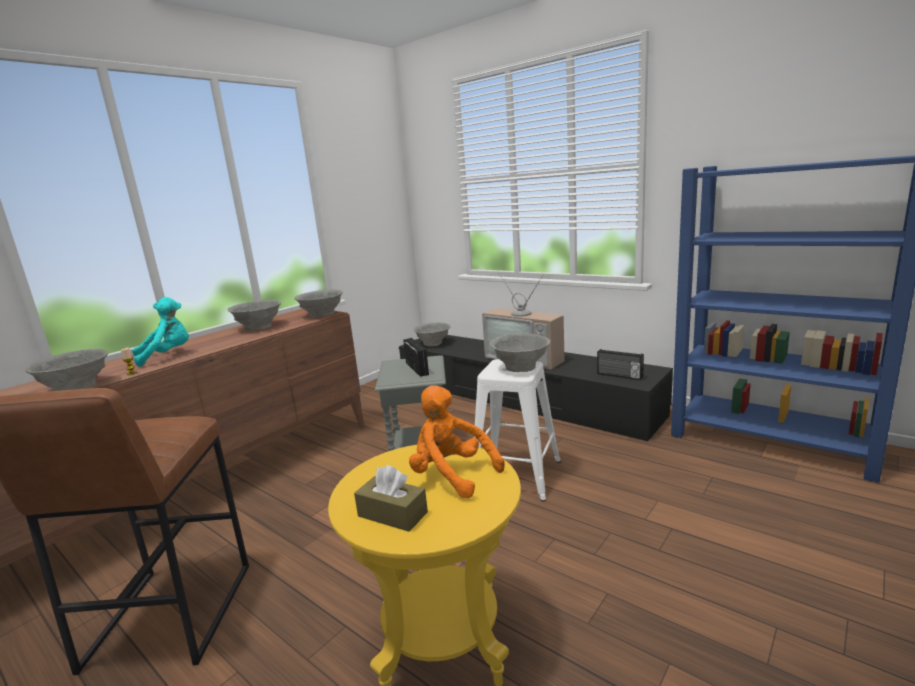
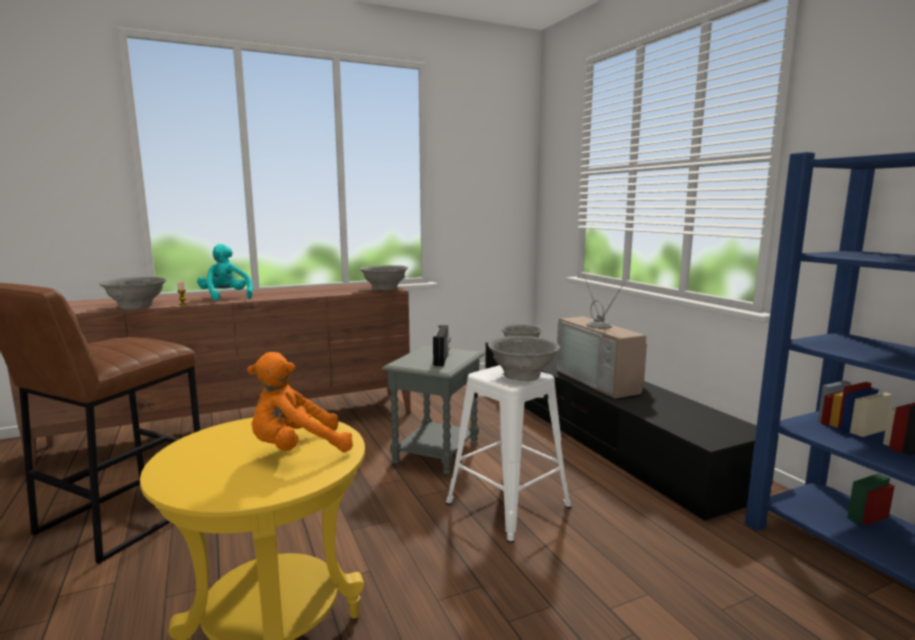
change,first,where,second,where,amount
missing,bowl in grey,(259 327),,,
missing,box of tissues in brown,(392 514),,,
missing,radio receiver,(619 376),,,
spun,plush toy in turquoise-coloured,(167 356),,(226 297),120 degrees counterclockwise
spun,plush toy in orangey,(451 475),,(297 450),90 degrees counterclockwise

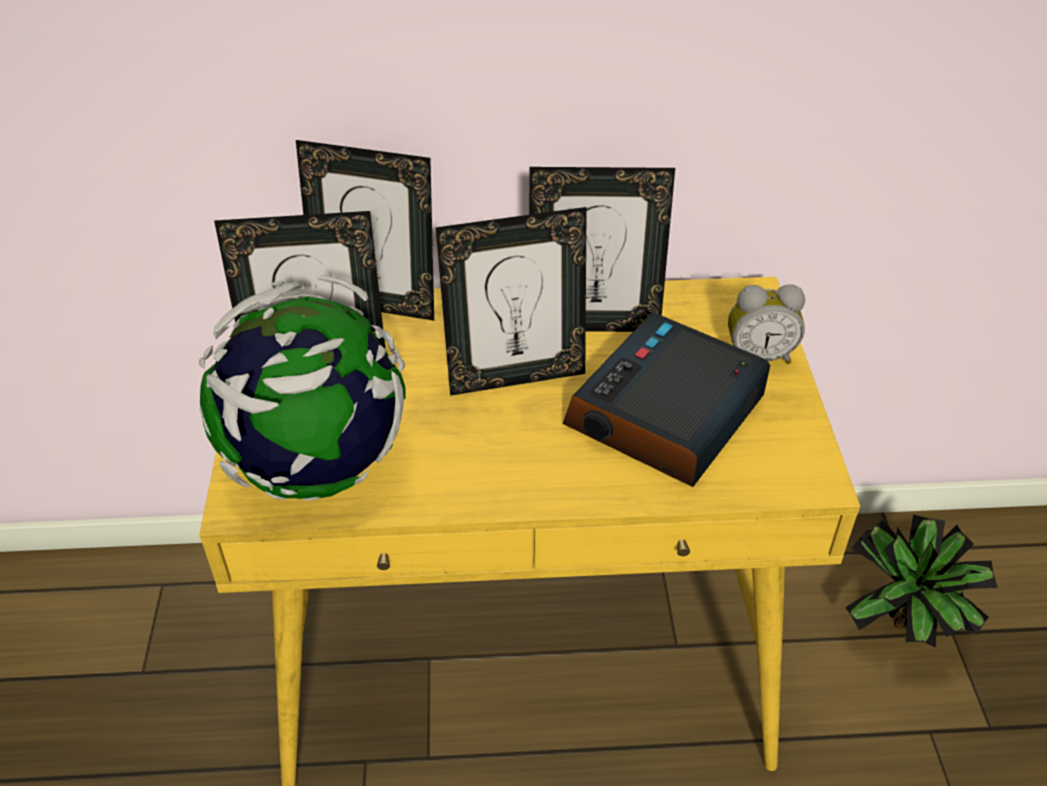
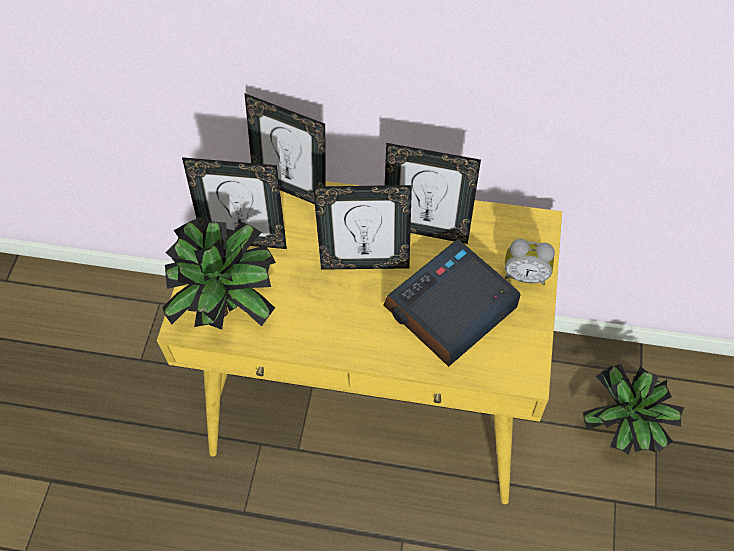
change,first,where,second,where,amount
exchanged,globe,(317 469),plant in a pot,(230 308),

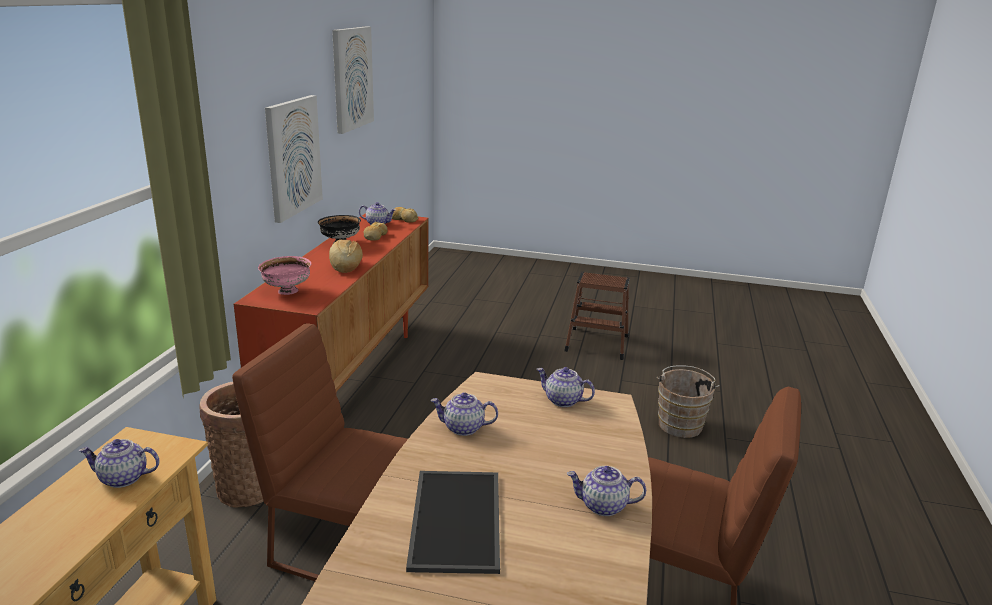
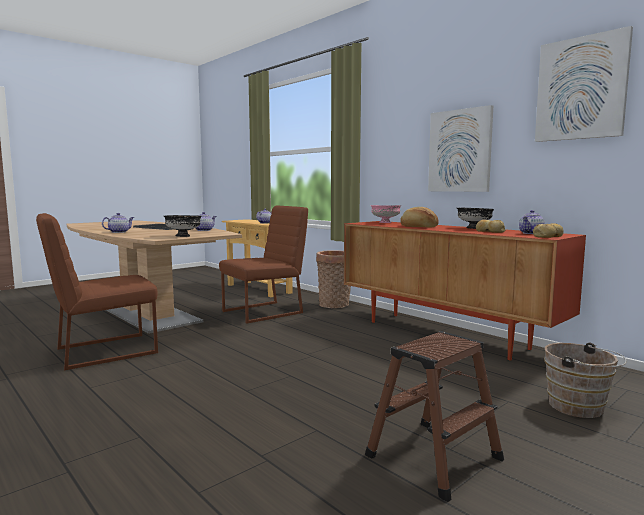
change,first,where,second,where,amount
relocated,bucket in brown,(680 423),,(580 408),
exchanged,pot for tea,(562 400),bowl in blackish,(183 236),

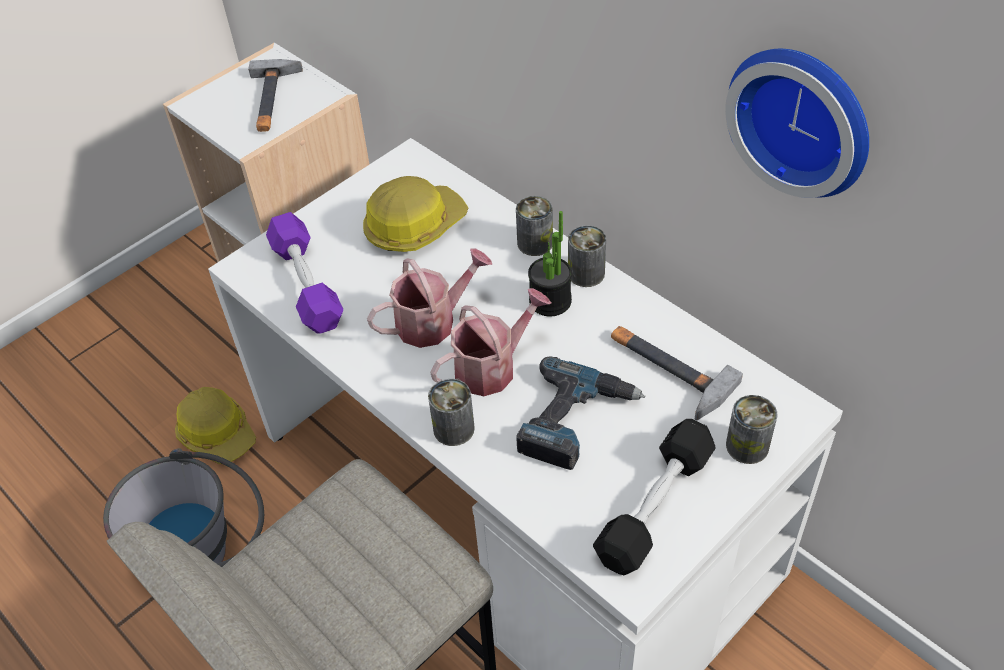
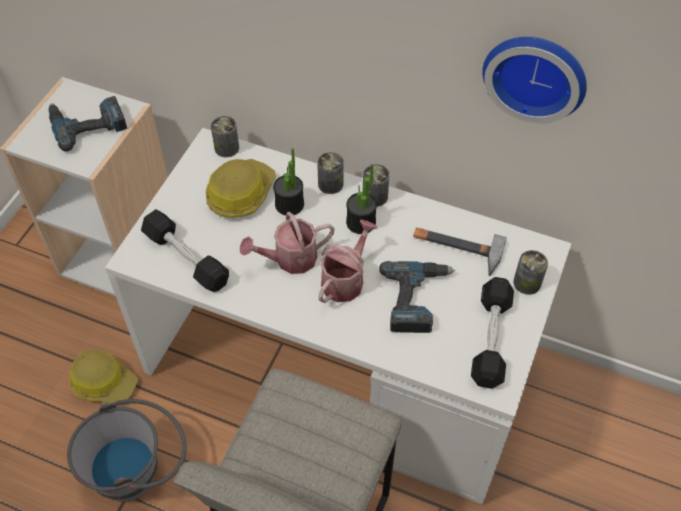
change,first,where,second,where,amount
appeared,,,plant in a pot,(289 204),
relocated,can,(453 429),,(226 148),
exchanged,hammer,(272 99),electric drill,(87 124),
colour,free weight in purplish,(307 284),free weight in blackish,(186 258),
spun,sprinkling can,(433 321),,(290 259),150 degrees counterclockwise

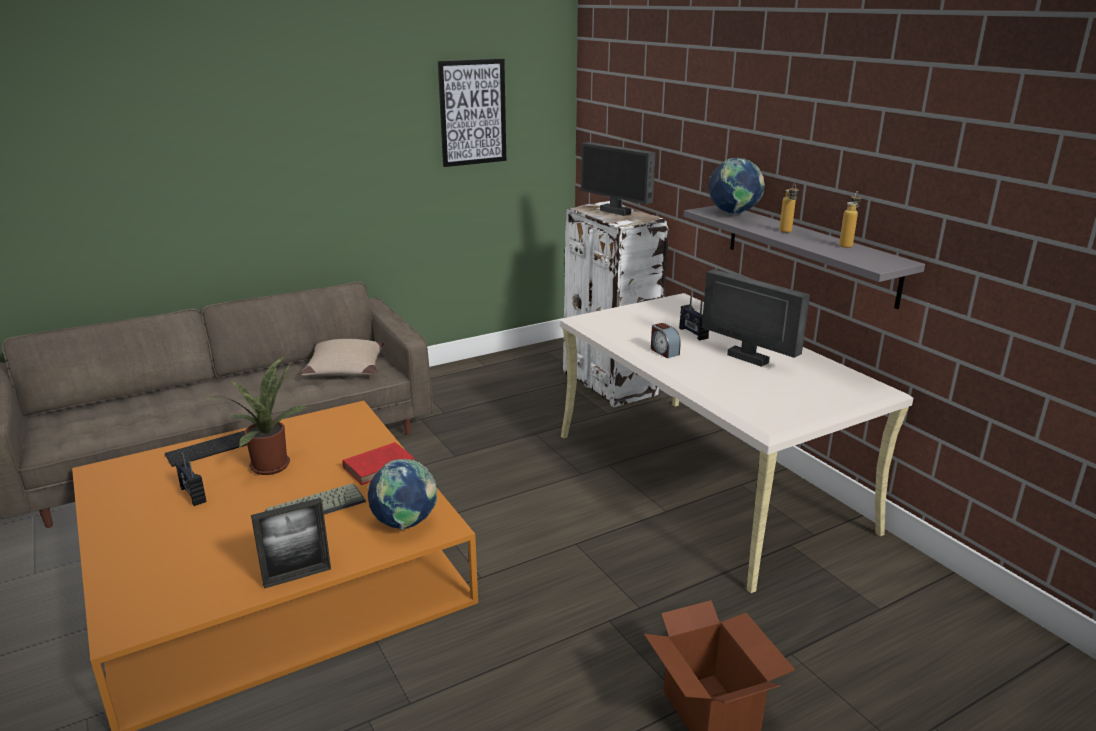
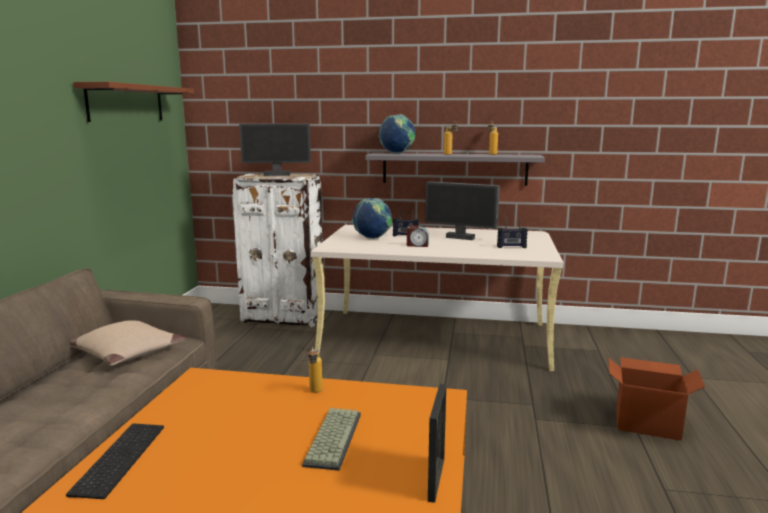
change,first,where,second,where,amount
missing,plant in a pot,(268 464),,,
relocated,radio receiver,(192 495),,(511 247),
relocated,globe,(405 524),,(372 238),
exchanged,bound book in red,(380 466),beverage bottle,(315 393),
exchanged,wall picture,(472 112),wall shelf in brown,(126 103),
spun,computer display,(746 359),,(460 237),150 degrees counterclockwise

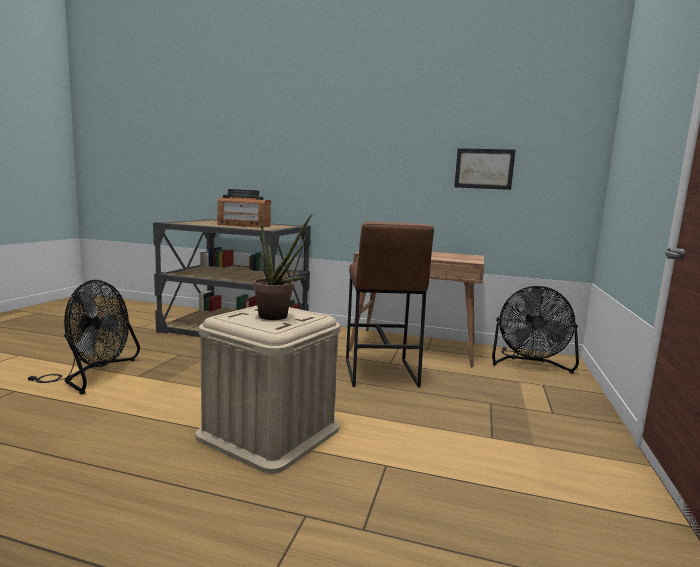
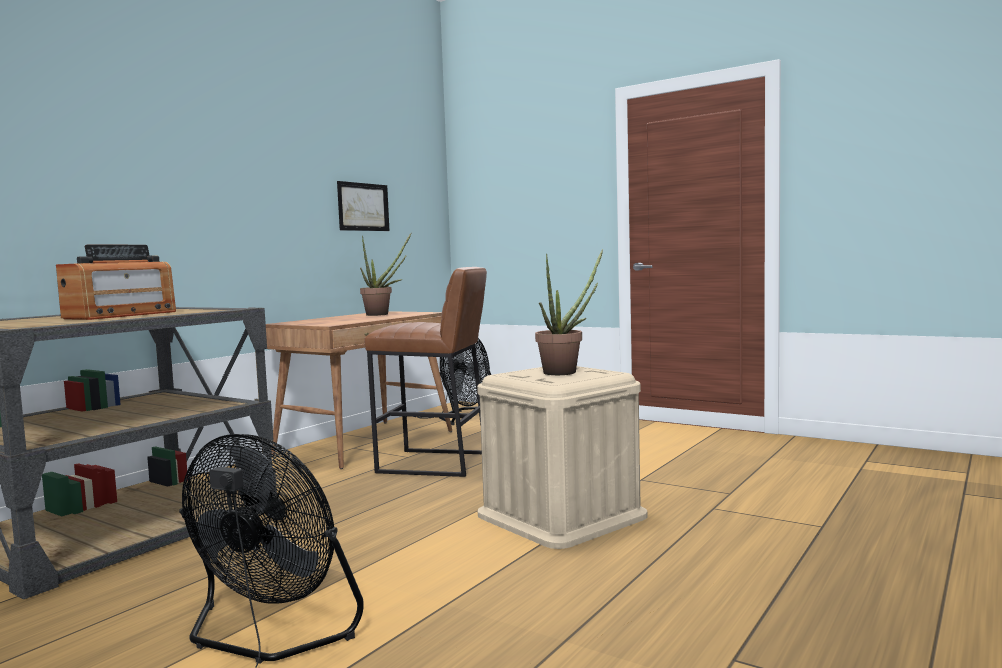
change,first,where,second,where,amount
appeared,,,plant in a pot,(382 314),

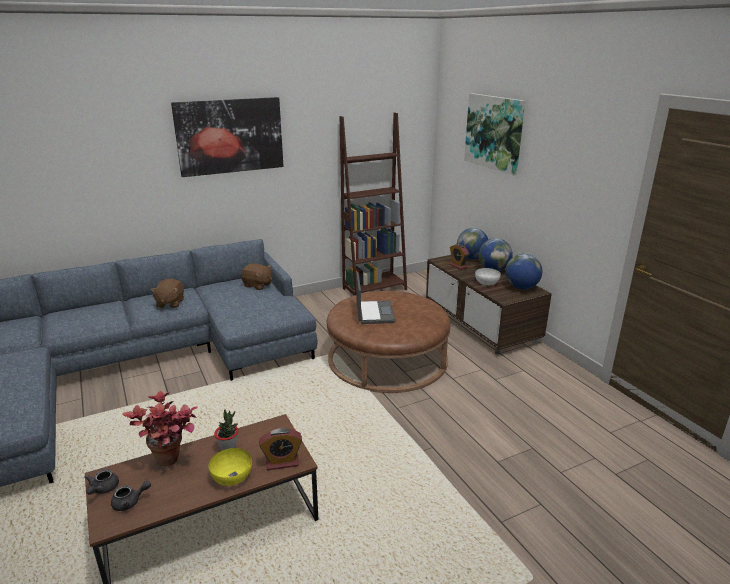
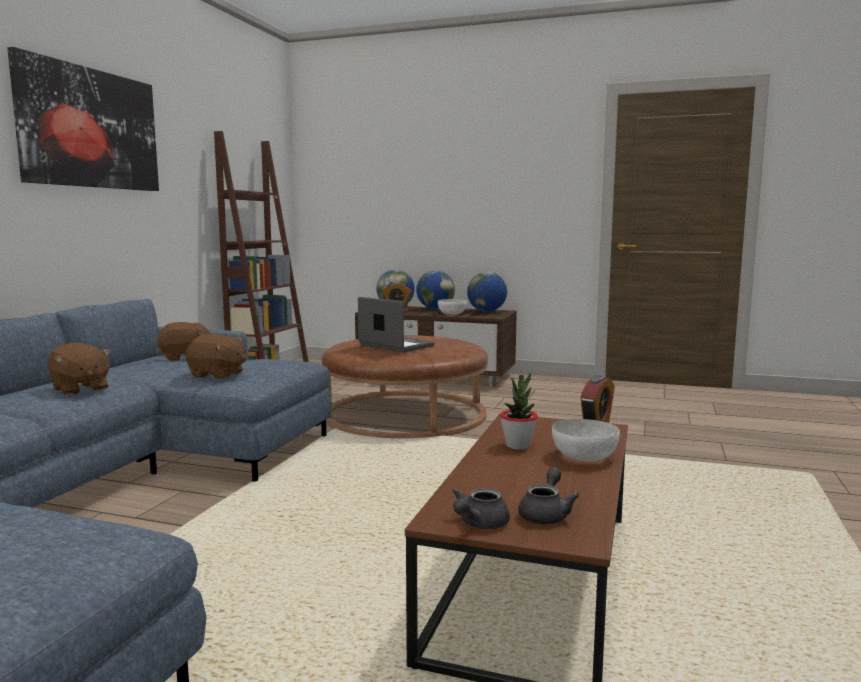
change,first,where,second,where,amount
missing,plant in a pot,(173 463),,,
missing,wall picture,(494 132),,,
appeared,,,plush toy in brown,(217 375),
colour,bowl in yellow,(231 476),bowl in white,(583 456),
spun,pot for tea in grey,(102 489),,(478 524),75 degrees clockwise

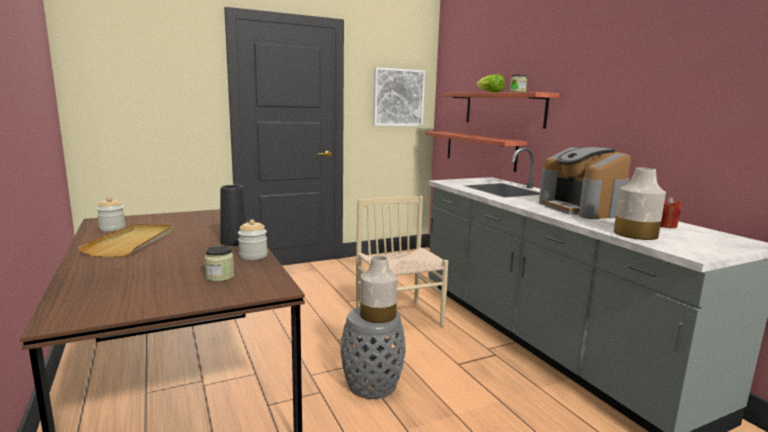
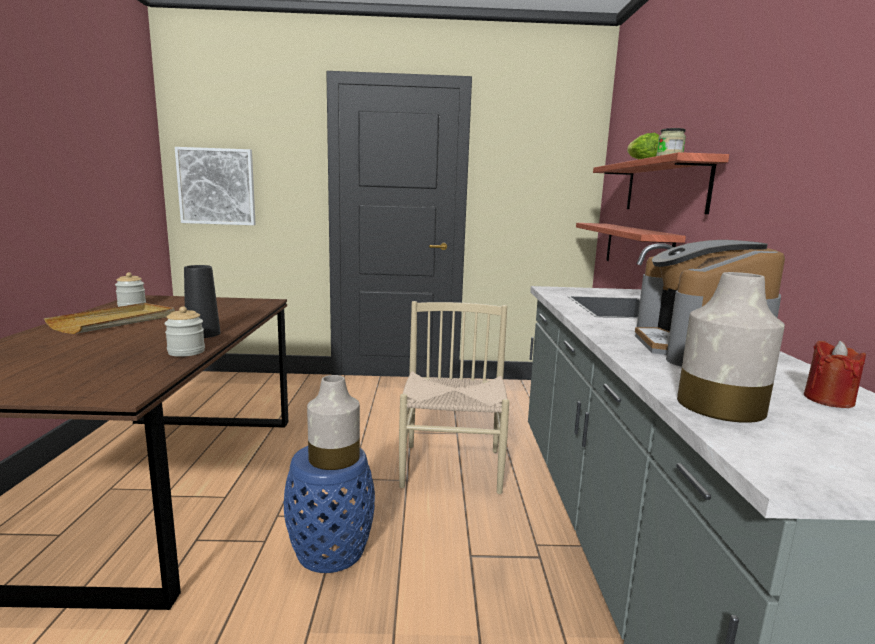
change,first,where,second,where,amount
missing,jar,(220 277),,,
relocated,wall picture,(398 97),,(217 186),
colour,sitting stool in grey,(372 385),sitting stool in blue,(331 551),

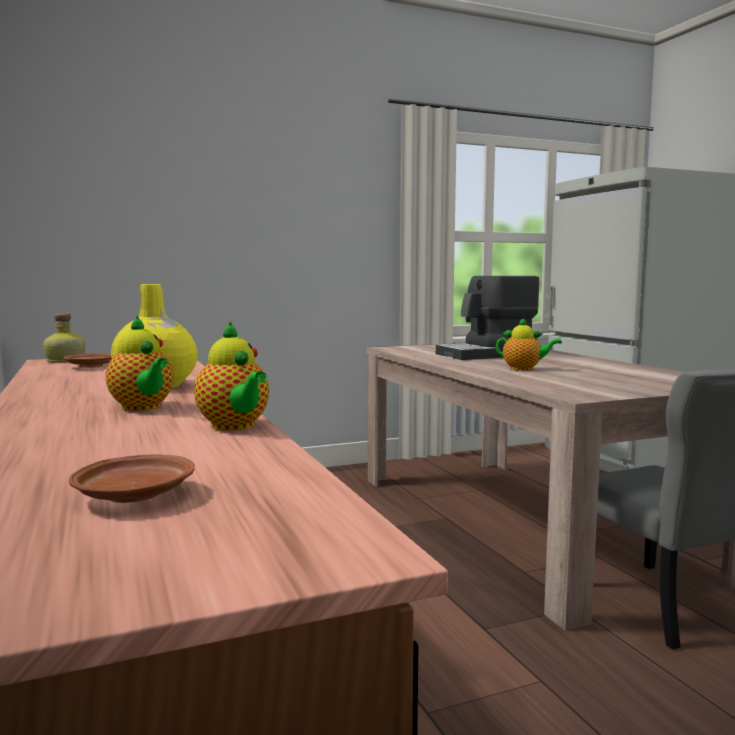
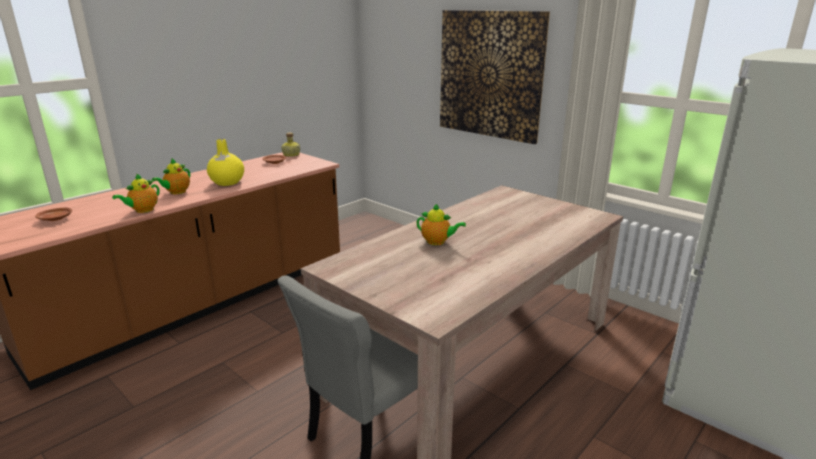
change,first,where,second,where,amount
missing,coffee brewer,(487 355),,,
appeared,,,wall picture,(490 75),
spun,pot for tea,(524 369),,(437 242),60 degrees counterclockwise

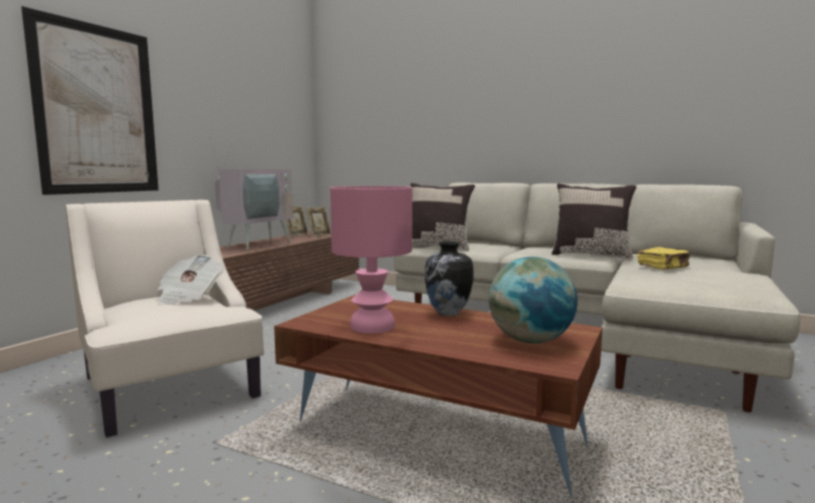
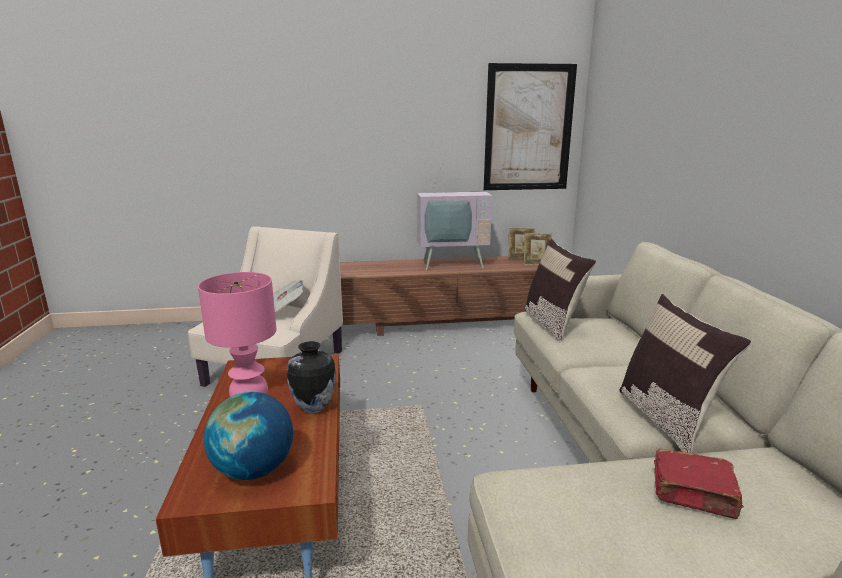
change,first,where,second,where,amount
relocated,wall picture,(97 110),,(528 128),
colour,bound book in yellow,(663 267),bound book in red,(694 495),

